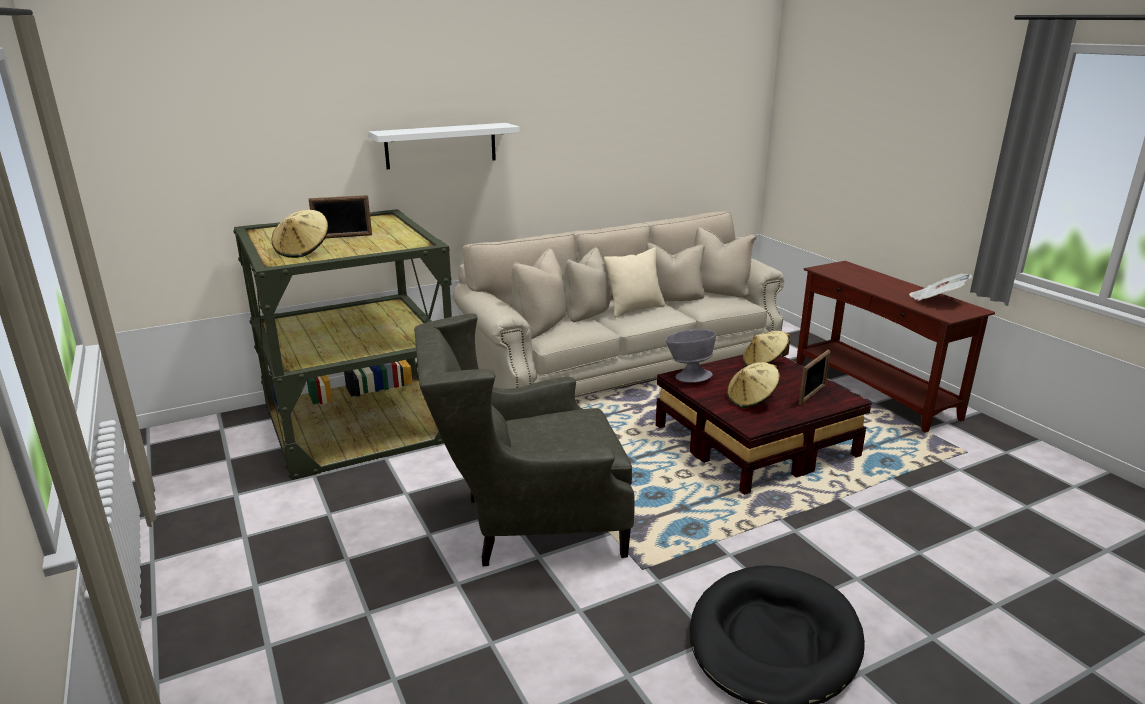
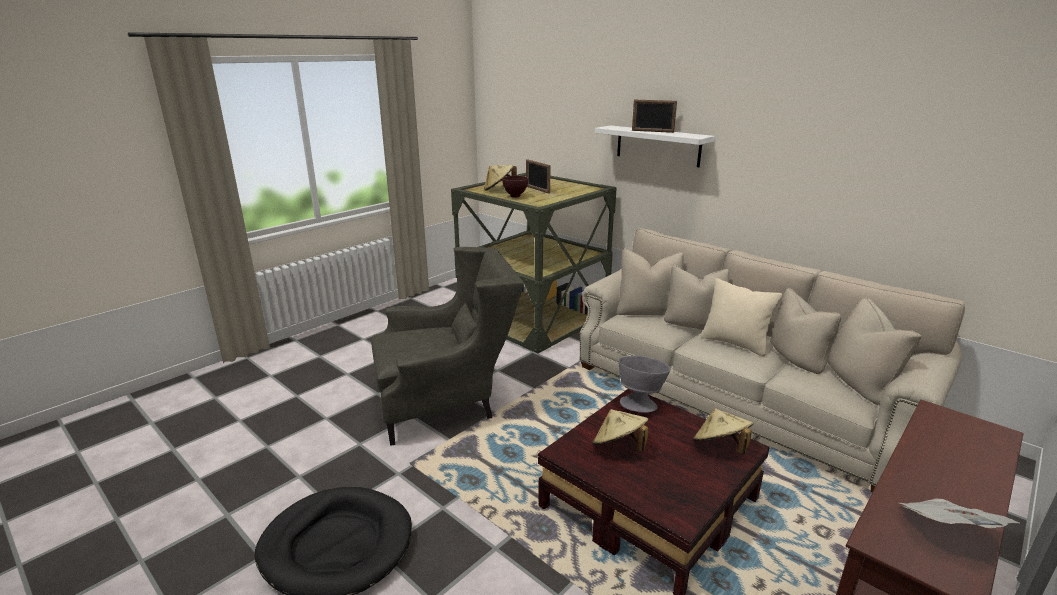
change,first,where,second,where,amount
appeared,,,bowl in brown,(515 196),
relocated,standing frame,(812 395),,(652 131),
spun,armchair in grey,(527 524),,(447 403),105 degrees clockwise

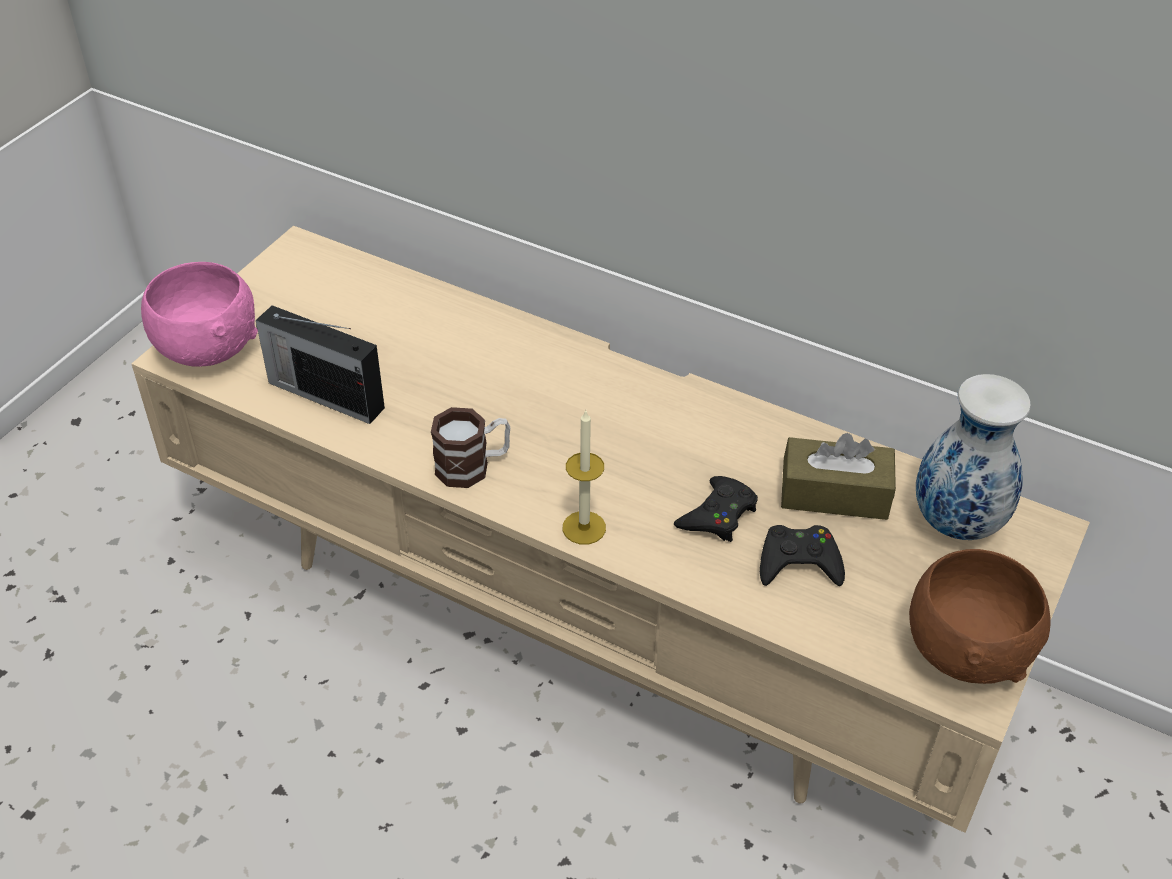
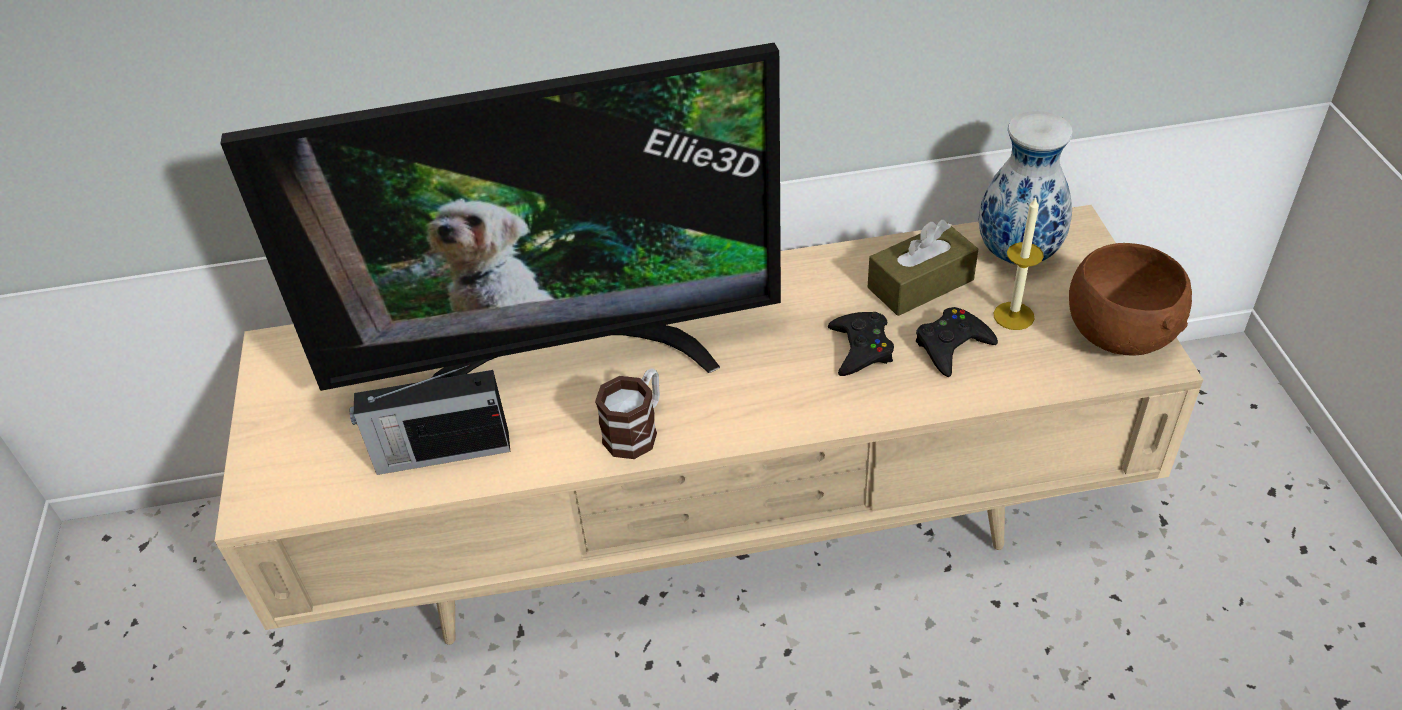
change,first,where,second,where,amount
missing,bowl in pinkish,(207 348),,,
appeared,,,TV set,(558 359),
relocated,candle,(584 527),,(1013 316),

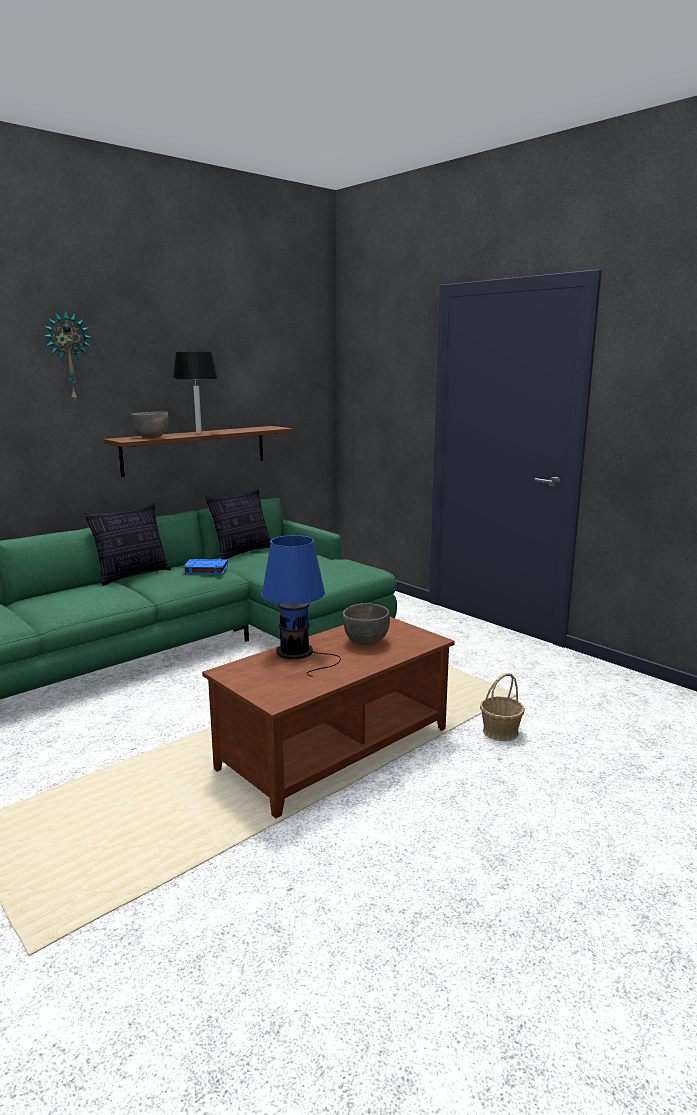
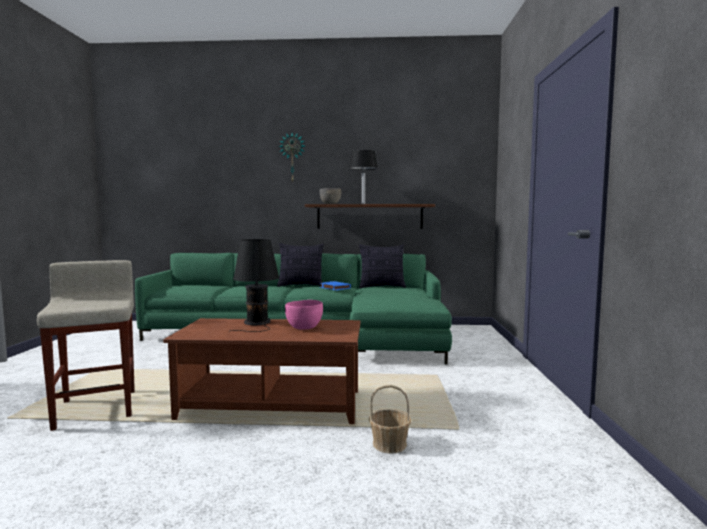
change,first,where,second,where,amount
appeared,,,sitting stool in sand-coloured,(97 408),
colour,tabletop lamp in blue,(298 653),tabletop lamp in blackish,(257 323),
colour,bowl in grey,(366 642),bowl in pinkish,(304 328),

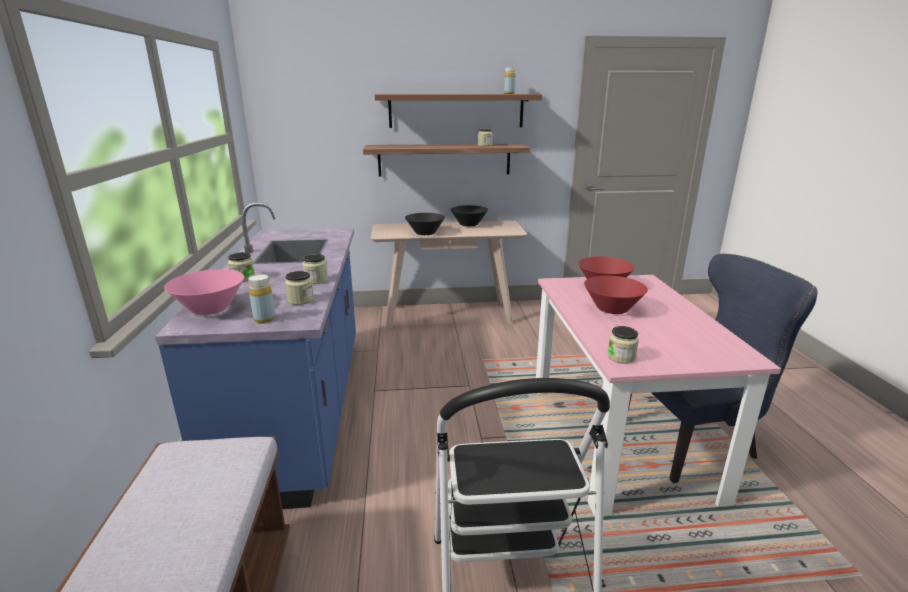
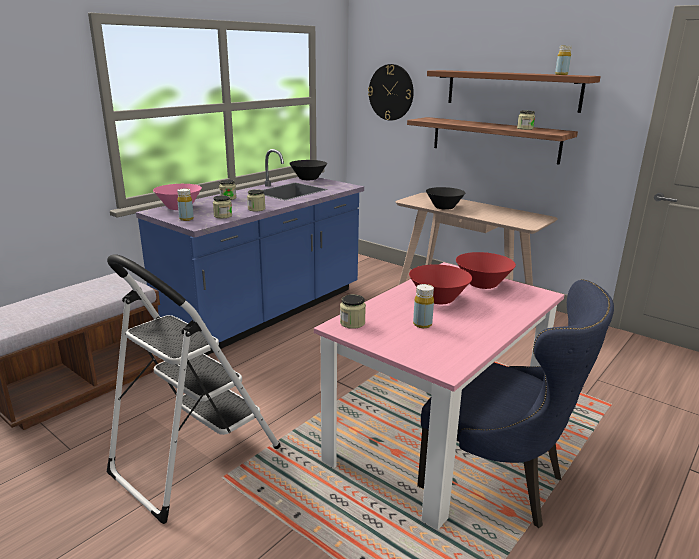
change,first,where,second,where,amount
appeared,,,wall clock,(391 92),
appeared,,,beverage bottle in yellow,(422 324),
relocated,bowl in blackish,(468 224),,(308 179),

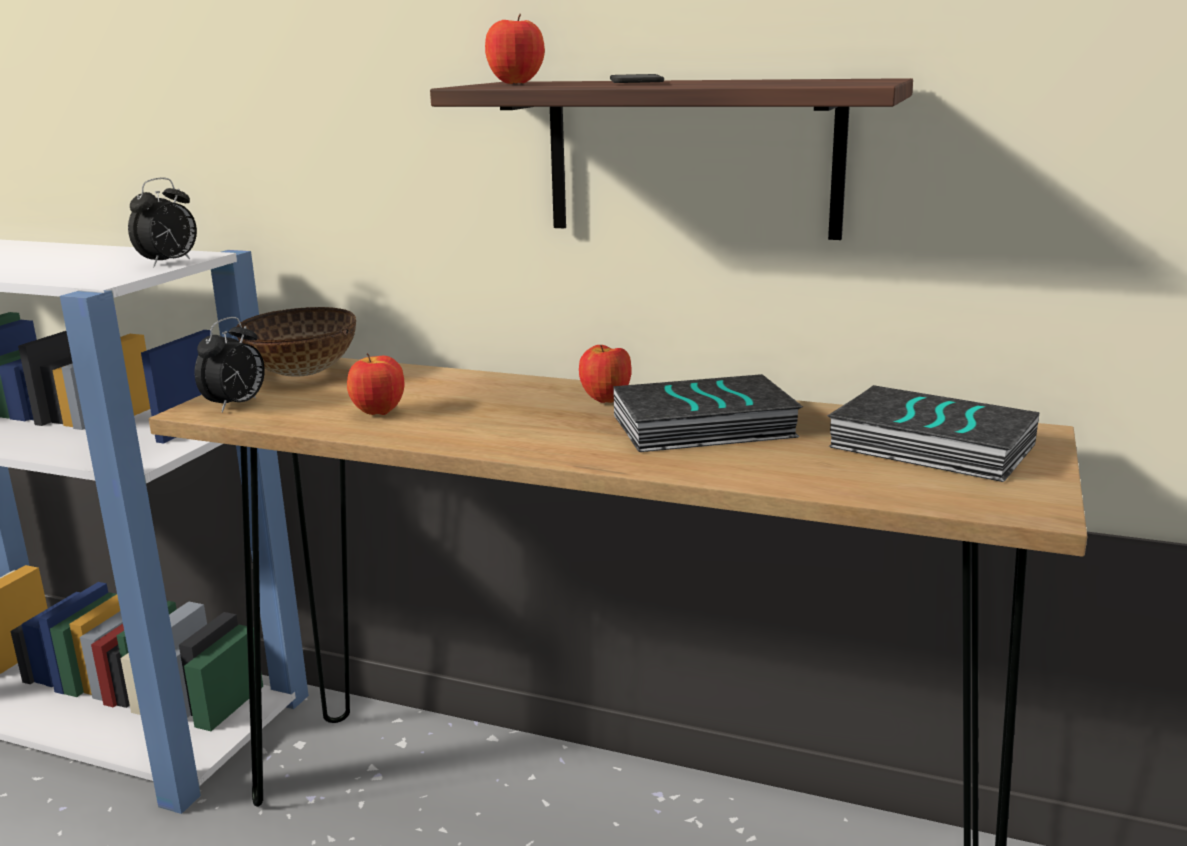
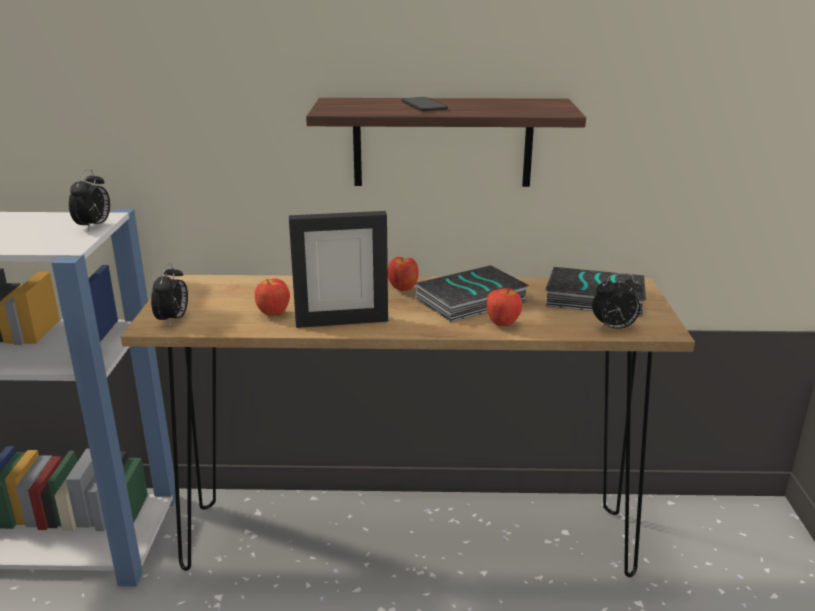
change,first,where,second,where,amount
missing,bowl,(300 374),,,
appeared,,,standing frame,(341 321),
appeared,,,alarm clock,(614 328),
relocated,apple,(516 83),,(503 324),

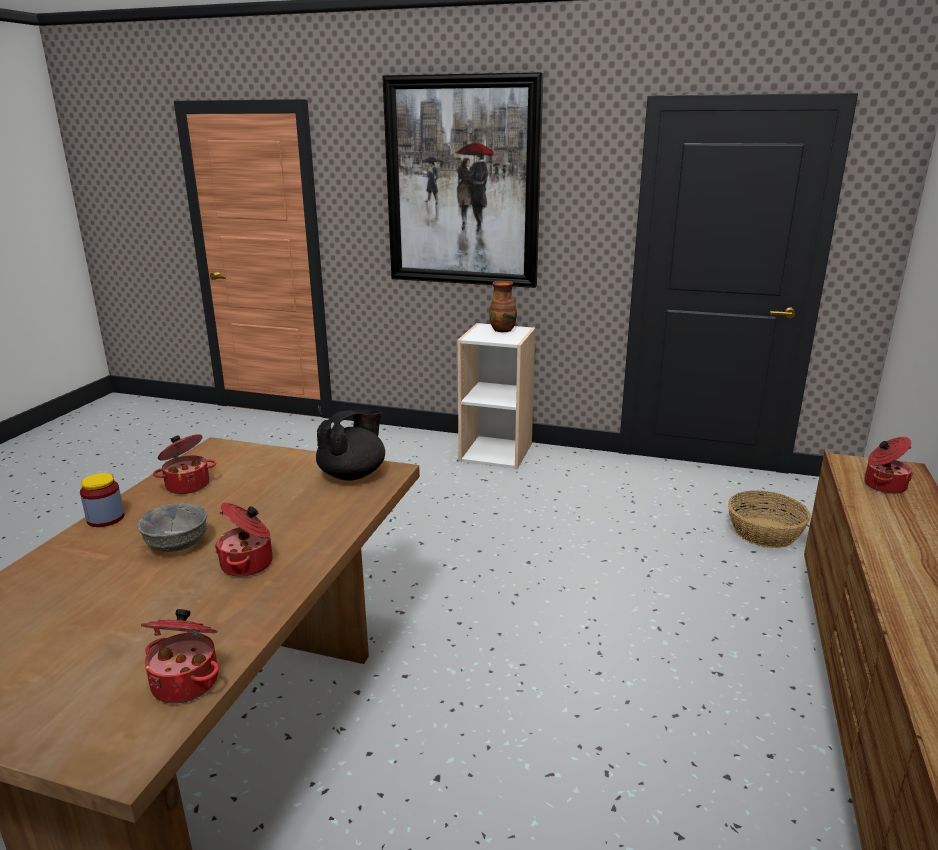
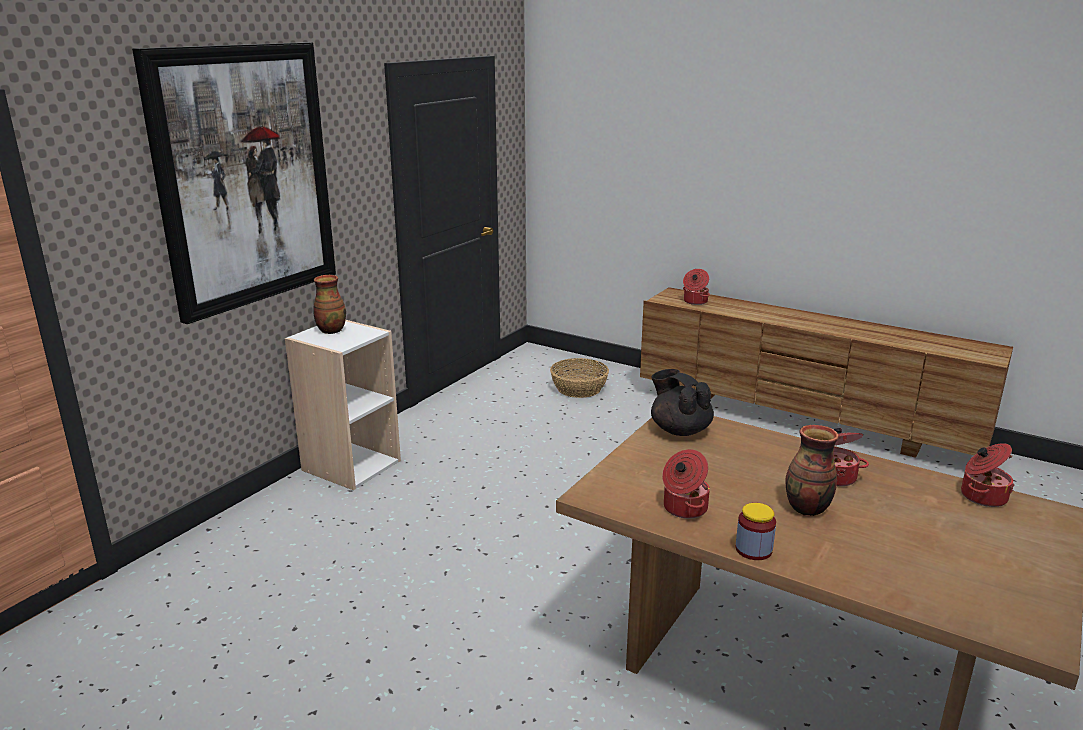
change,first,where,second,where,amount
exchanged,bowl in grey,(176 545),vase,(806 508),

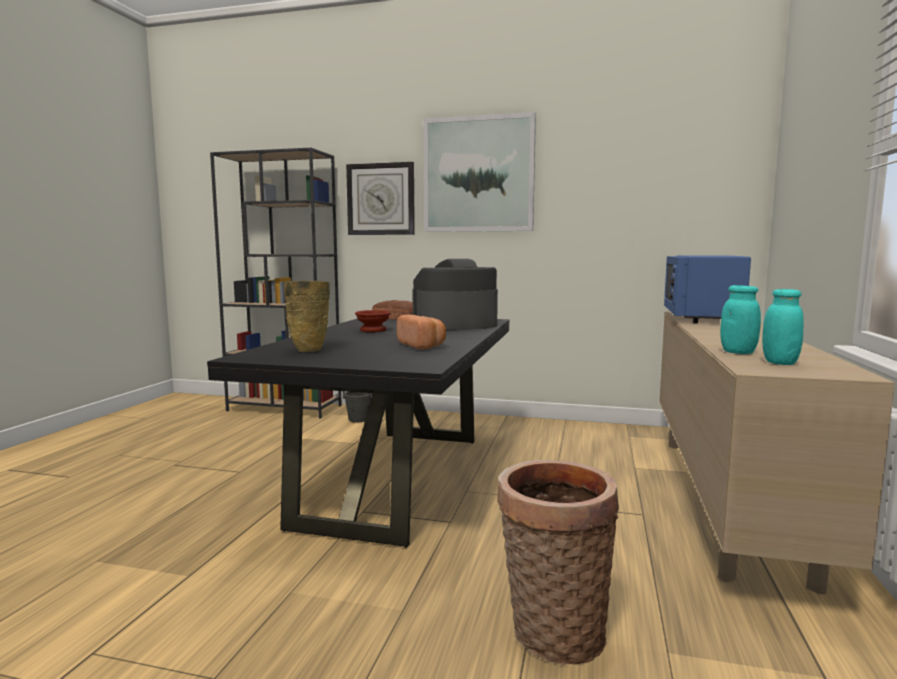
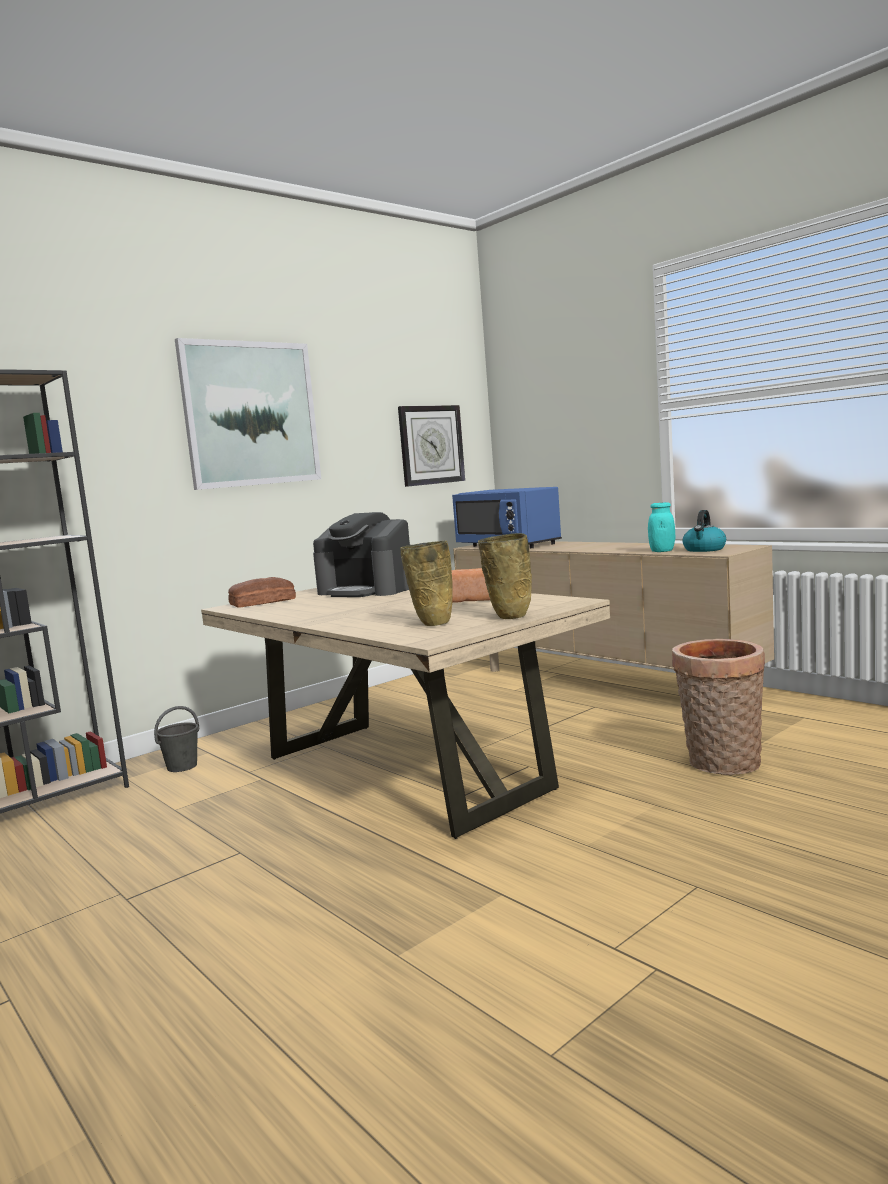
change,first,where,second,where,amount
missing,bowl in brown,(373 330),,,
appeared,,,vase in sand-coloured,(508 617),
relocated,wall clock,(381 199),,(431 445),
exchanged,jar in turquoise-coloured,(779 363),tea kettle,(704 549),
colour,dining table in blackish,(395 479),dining table in sand-coloured,(404 773),
spun,coffee brewer,(454 325),,(367 590),75 degrees counterclockwise

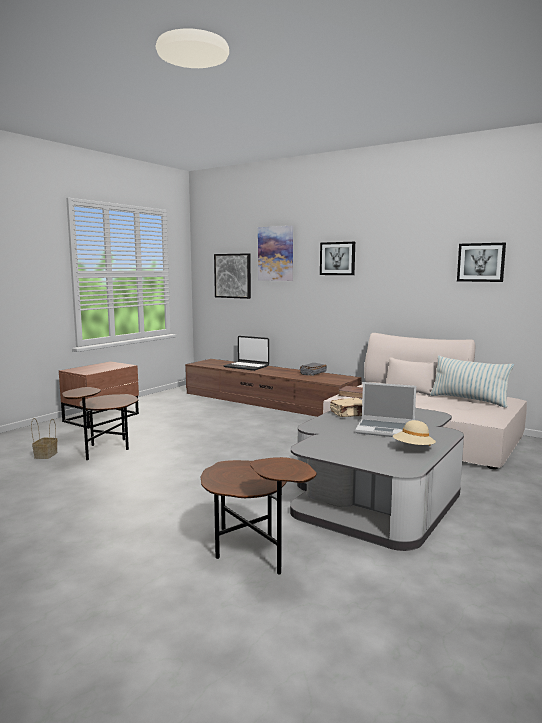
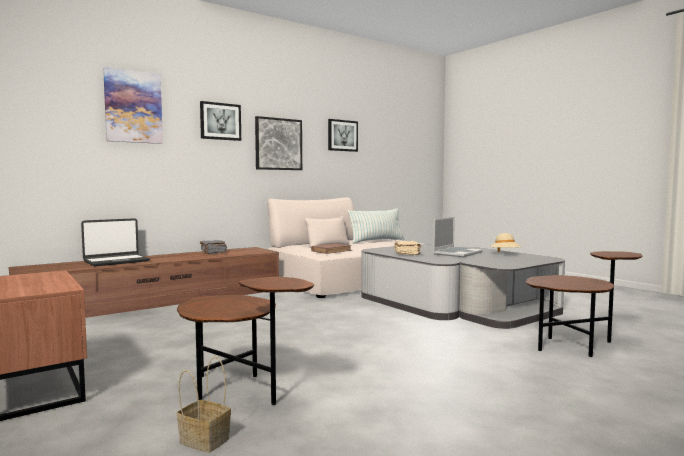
change,first,where,second,where,amount
relocated,wall picture,(233 276),,(278 144),

